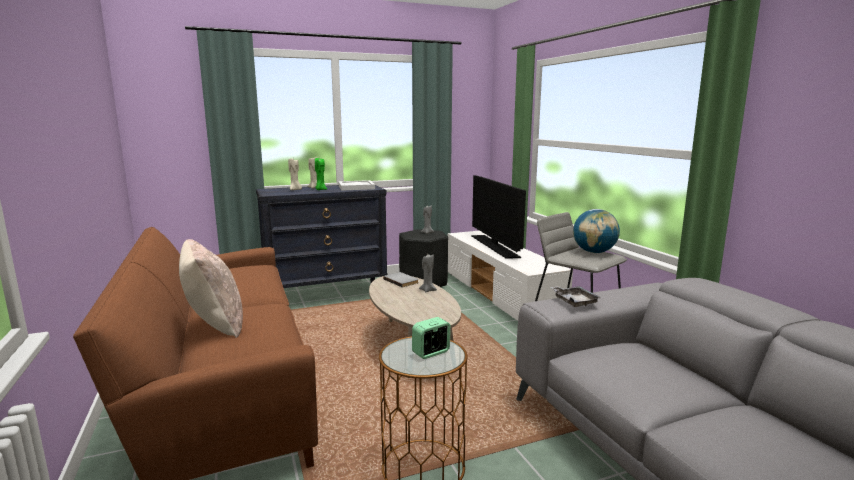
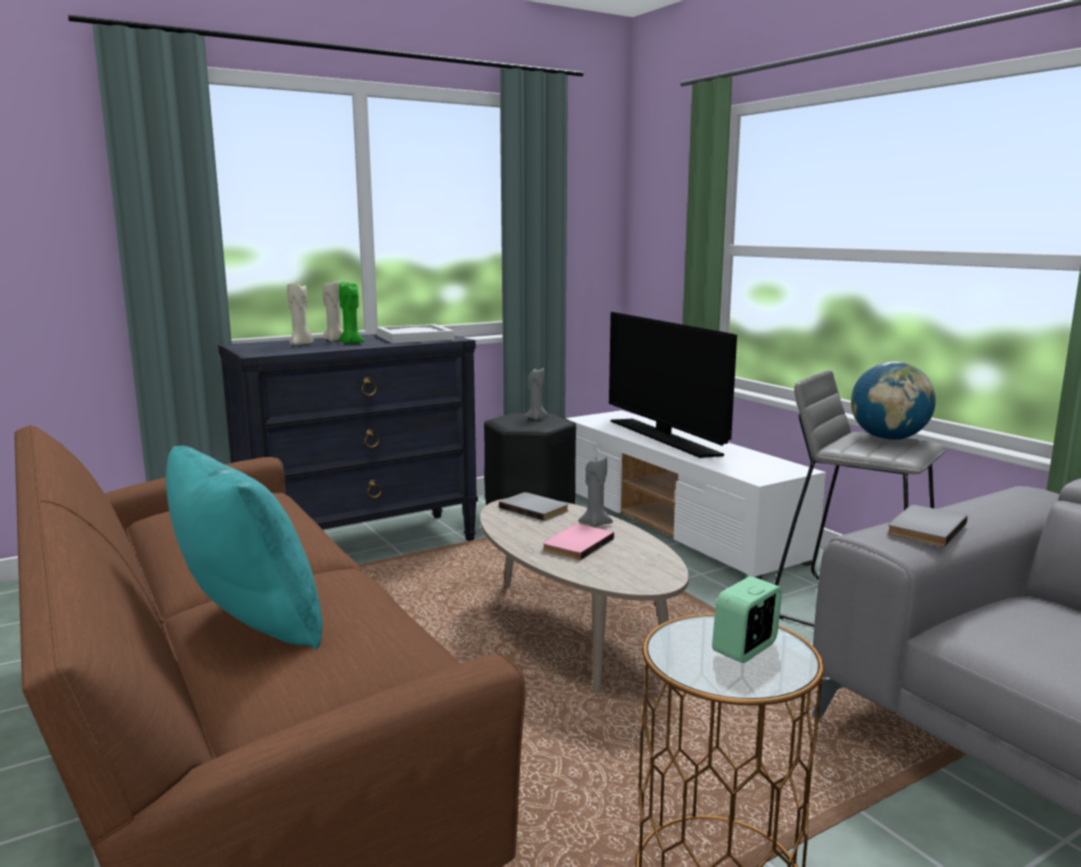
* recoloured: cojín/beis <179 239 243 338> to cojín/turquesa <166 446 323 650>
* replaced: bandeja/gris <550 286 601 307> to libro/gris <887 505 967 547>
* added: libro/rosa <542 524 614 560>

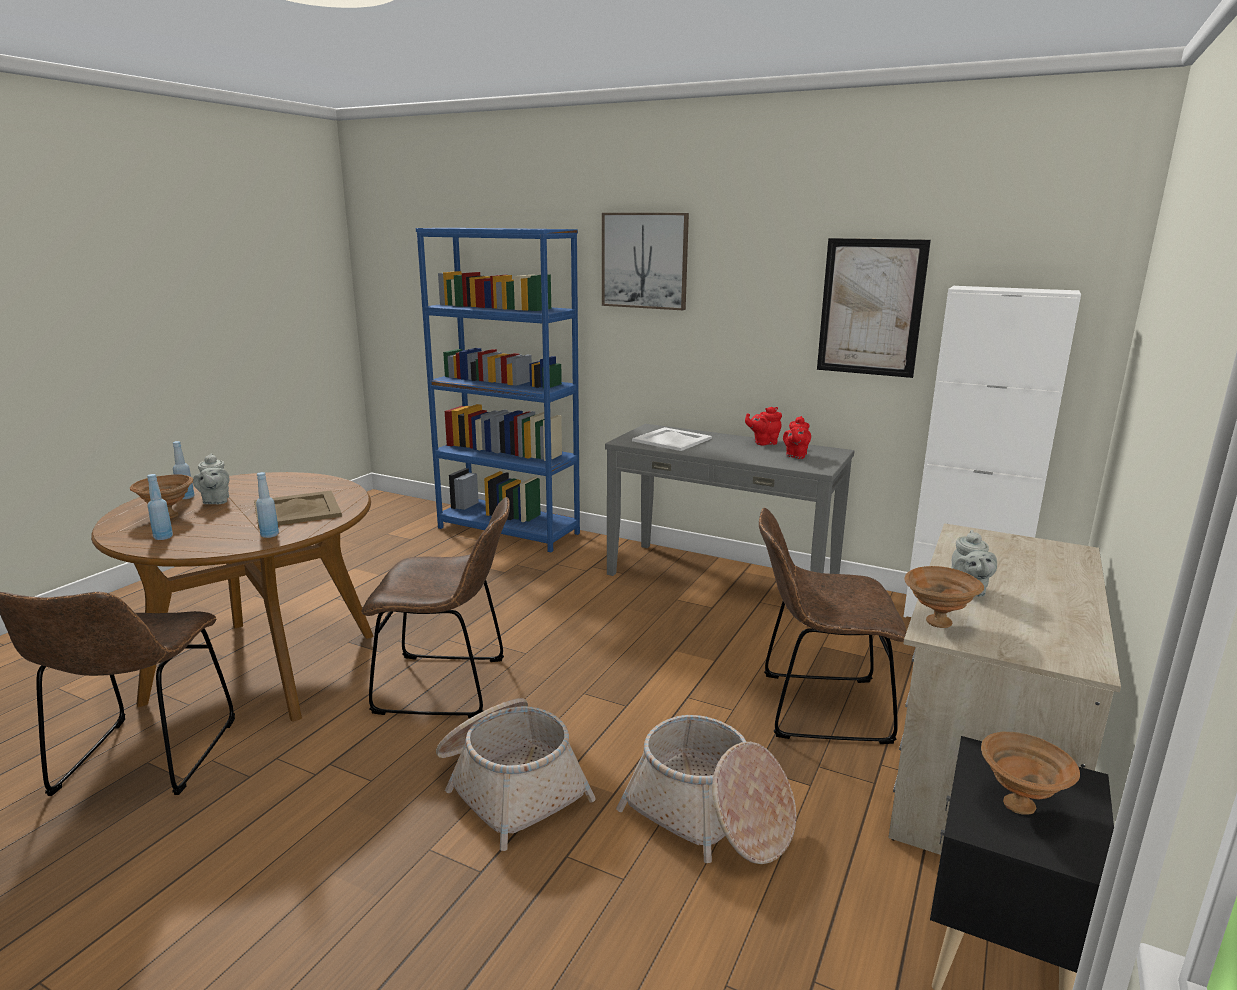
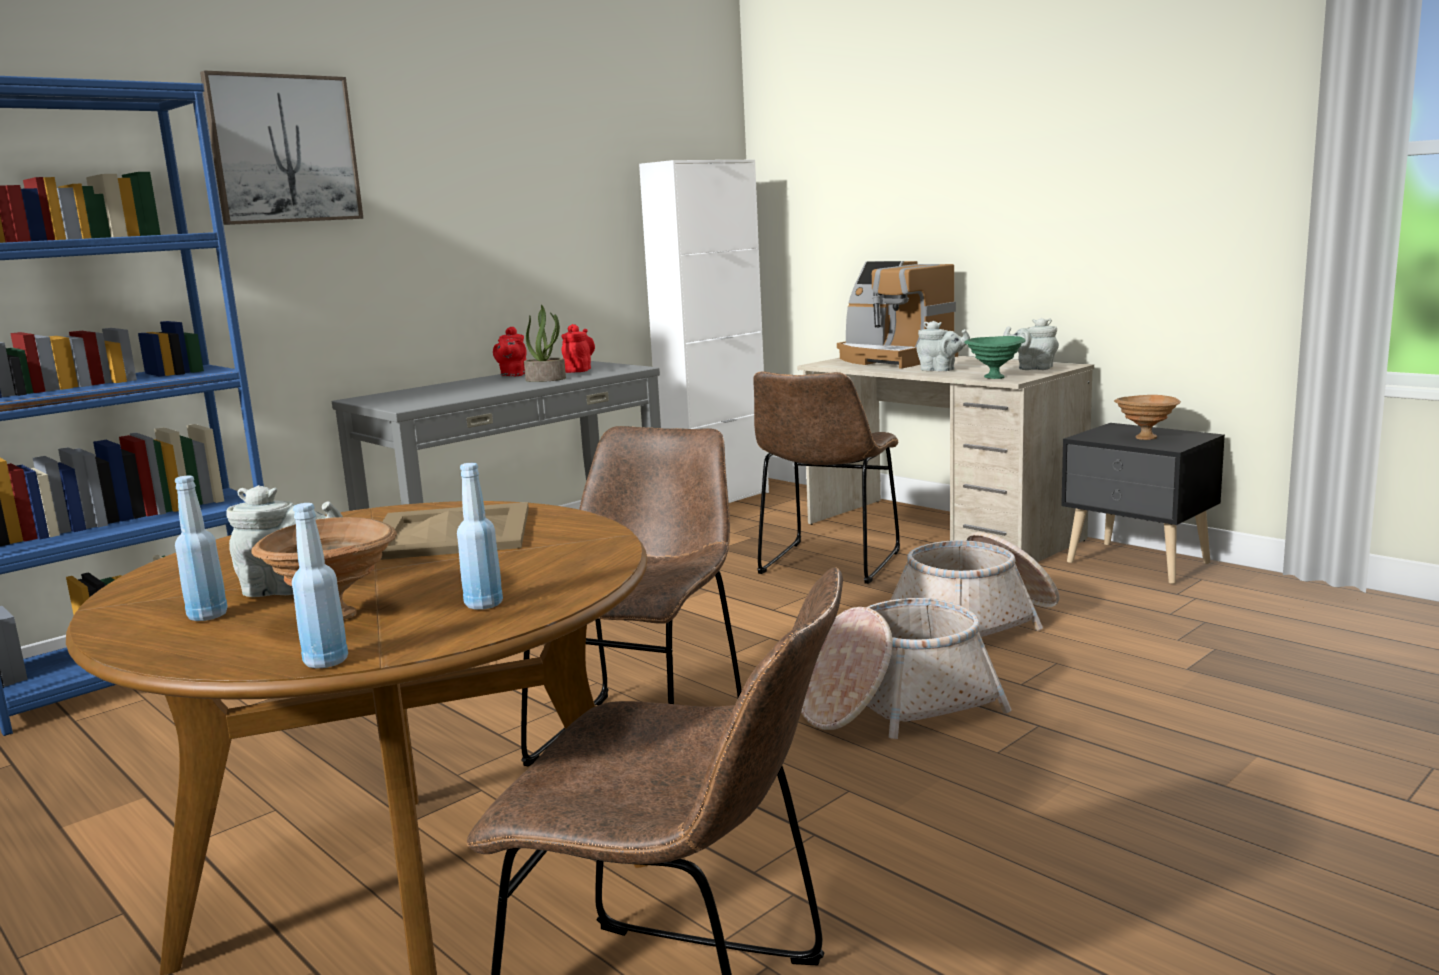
* moved: botella/azul <256 472 279 538> to <292 503 348 669>
* removed: bandeja/blanco <632 427 712 451>
* turned: tetera/rojo <783 416 811 459> = <561 324 595 373> 120 degrees counterclockwise
* removed: cuadro <817 238 931 378>
* recoloured: cuenco/marrón <905 566 984 628> to cuenco/verde <964 336 1026 379>
* added: planta en maceta <524 305 566 382>
* added: cafetera <837 261 958 369>
* added: tetera/gris <1003 318 1059 370>

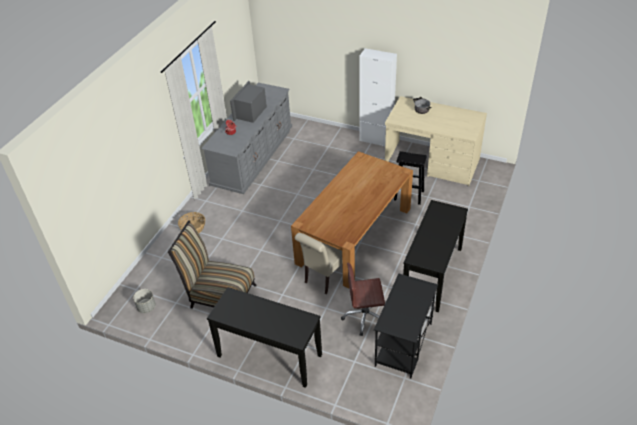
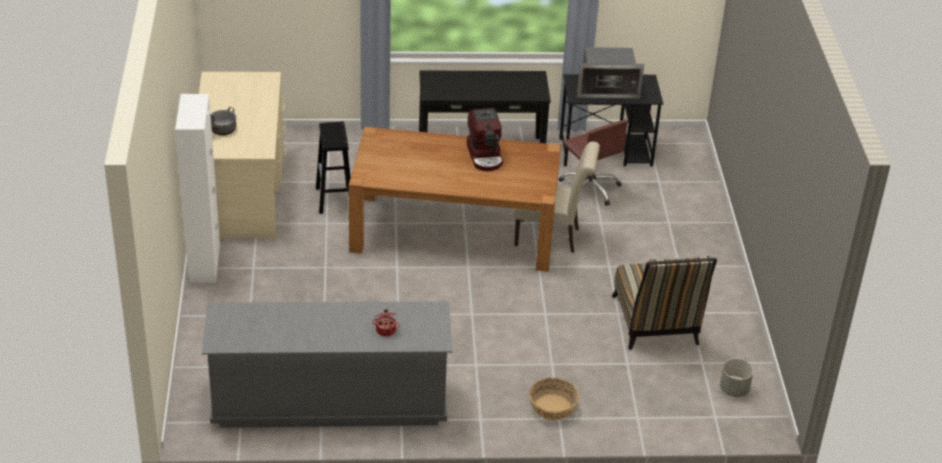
* removed: mesa consola/negro <207 287 322 388>
* moved: microondas <230 81 267 123> to <577 47 644 99>
* added: cafetera <467 108 503 171>

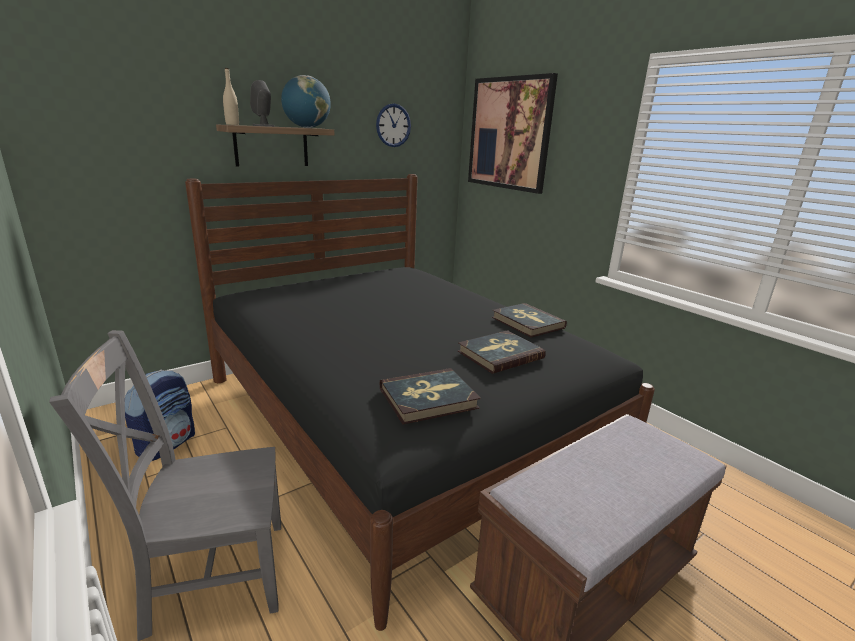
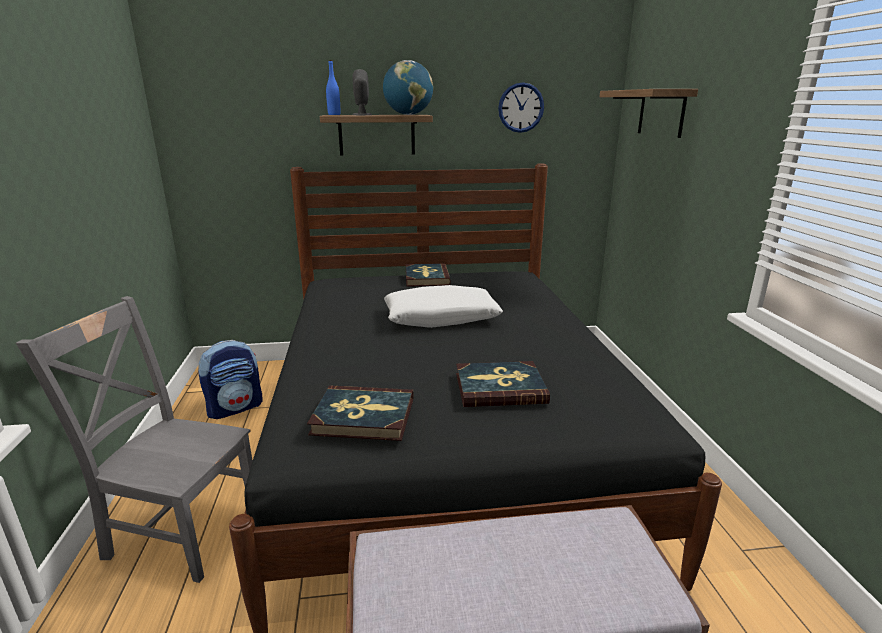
* recoloured: botella/beis <223 68 239 125> to botella/azul <326 60 340 115>
* replaced: cuadro <468 73 558 194> to estante <599 89 698 138>
* moved: libro <492 303 567 338> to <406 263 451 287>
* added: cojín/blanco <384 285 503 328>

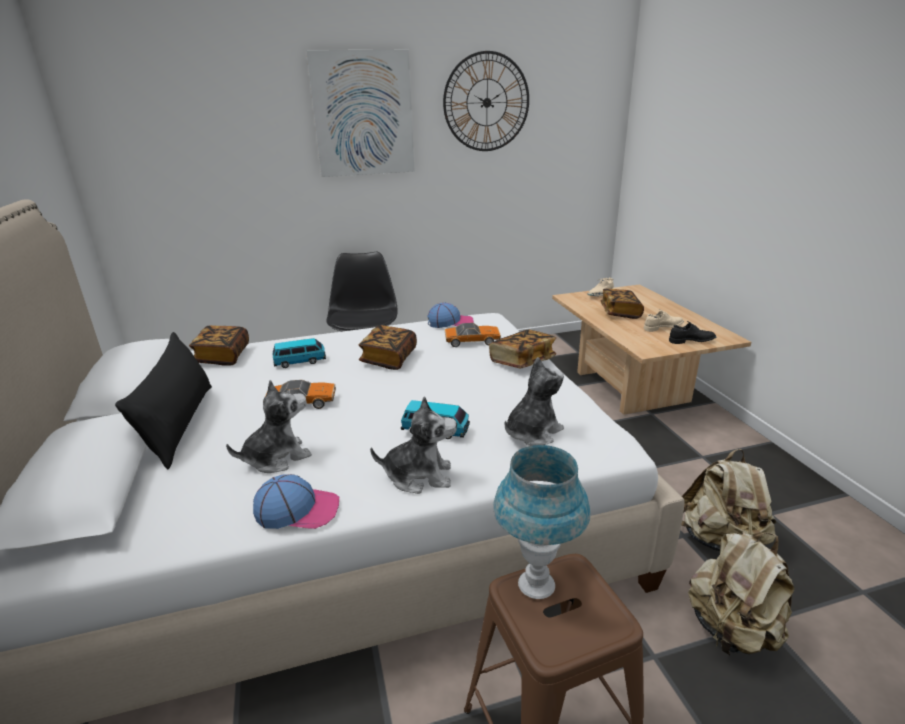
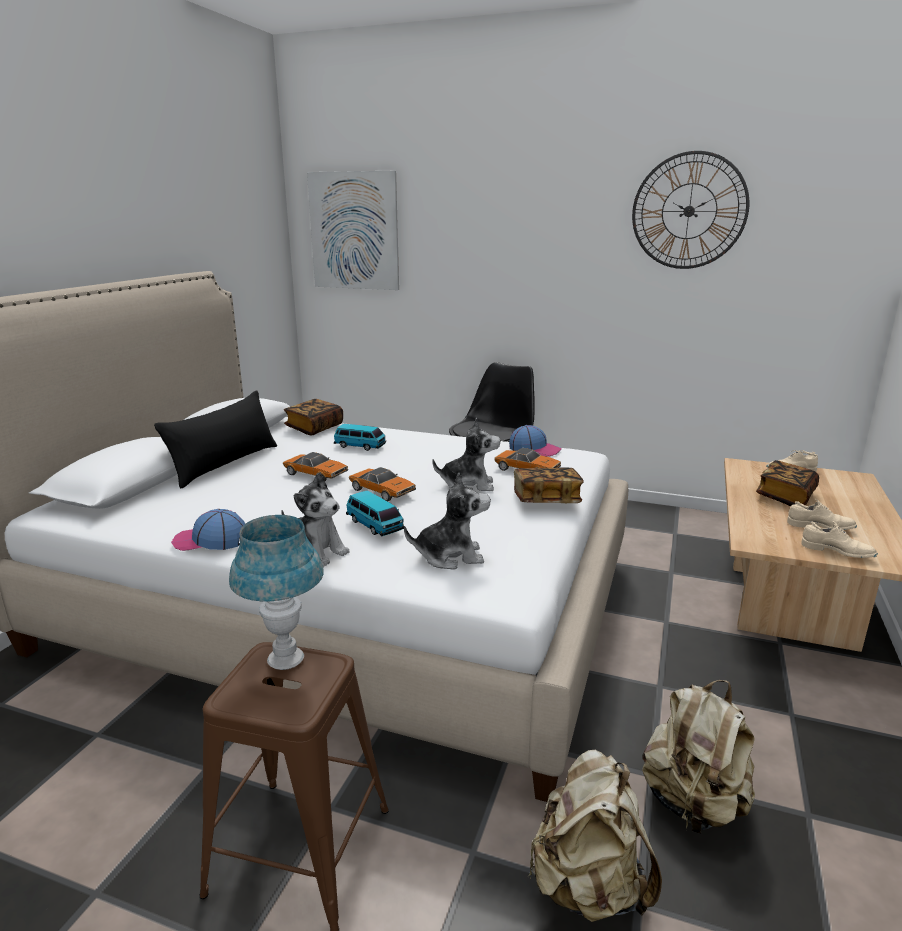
* moved: peluche <226 380 312 473> to <432 418 501 491>
* turned: gorra <253 474 339 529> = <171 509 245 551> 150 degrees clockwise
* moved: cuadro <306 50 415 177> to <307 171 399 290>
* removed: libro <359 325 417 370>
* recoloured: zapato/negro <669 321 716 344> to zapato/beis <801 521 878 558>
* added: coche de juguete <349 467 416 501>

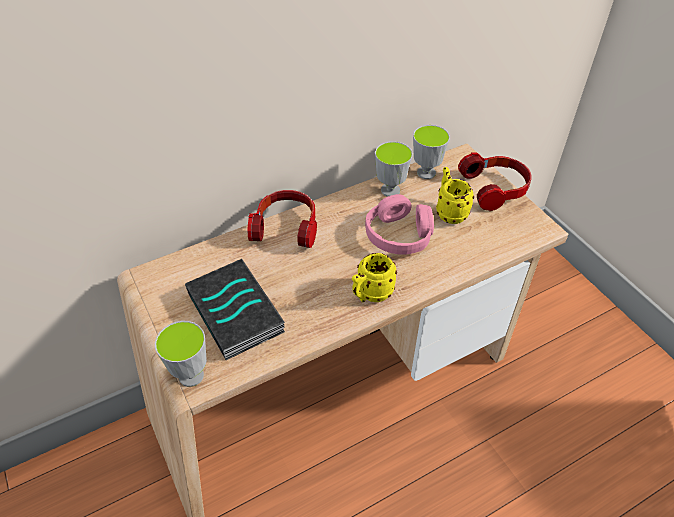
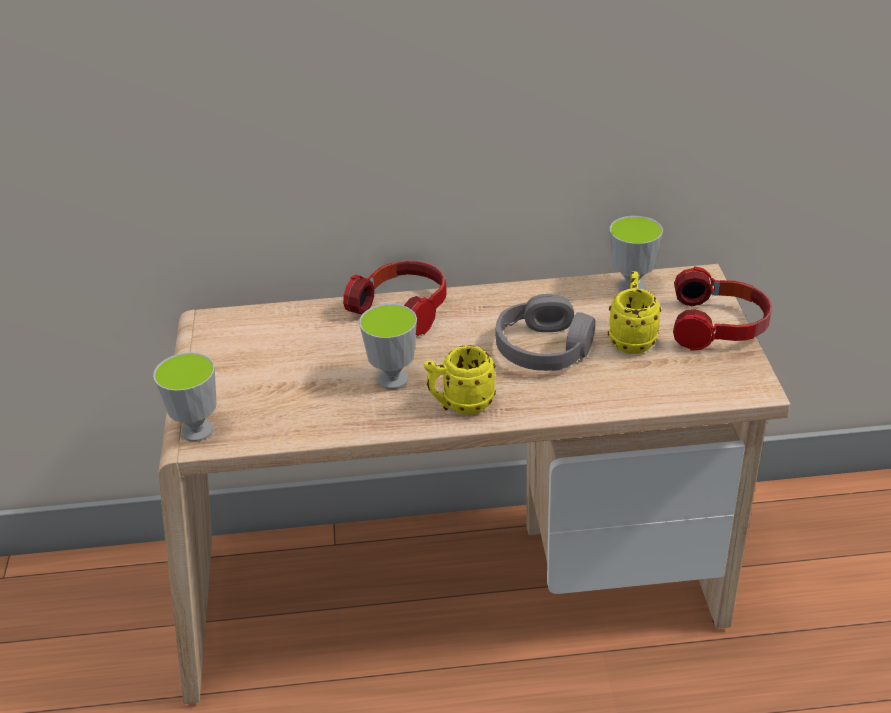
* removed: libro <185 259 285 360>
* recoloured: auriculares/rosa <365 194 434 255> to auriculares/gris <495 294 595 371>
* moved: taza <375 141 413 197> to <359 304 417 389>

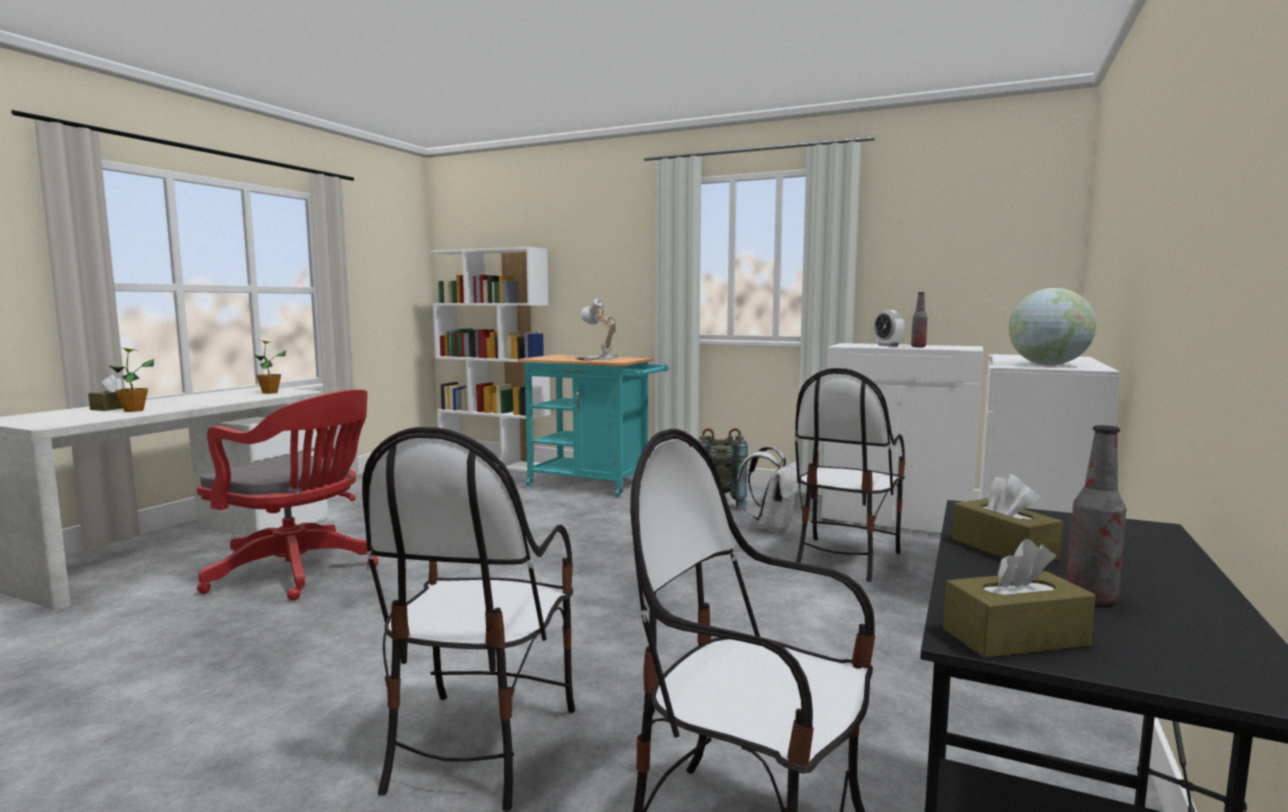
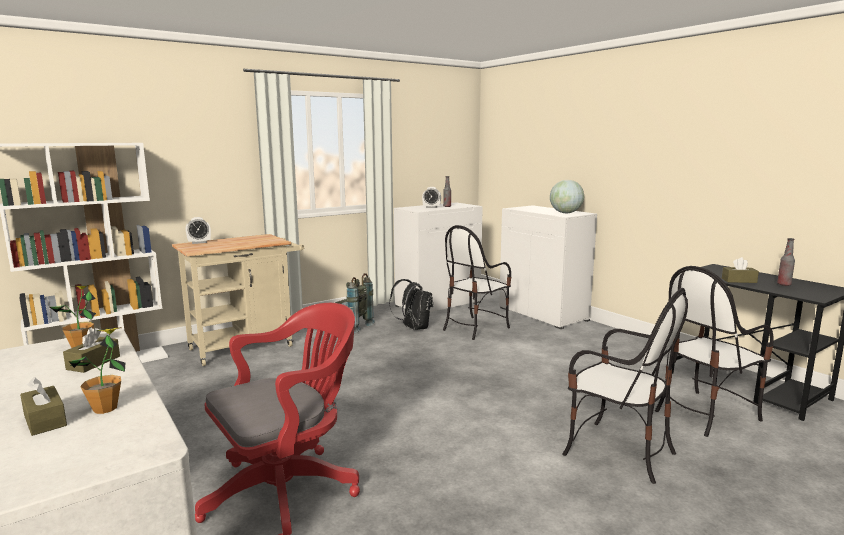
* recoloured: carrito/turquesa <517 355 668 497> to carrito/beis <172 234 304 366>
* removed: lámpara de mesa <575 299 619 361>
* recoloured: mochila/blanco <735 446 799 534> to mochila/negro <389 279 433 330>
* turned: silla <795 368 905 582> = <443 225 511 340> 75 degrees clockwise
* moved: caja de pañuelos/marrón <943 539 1096 658> to <63 328 120 373>
* added: despertador <186 217 211 244>

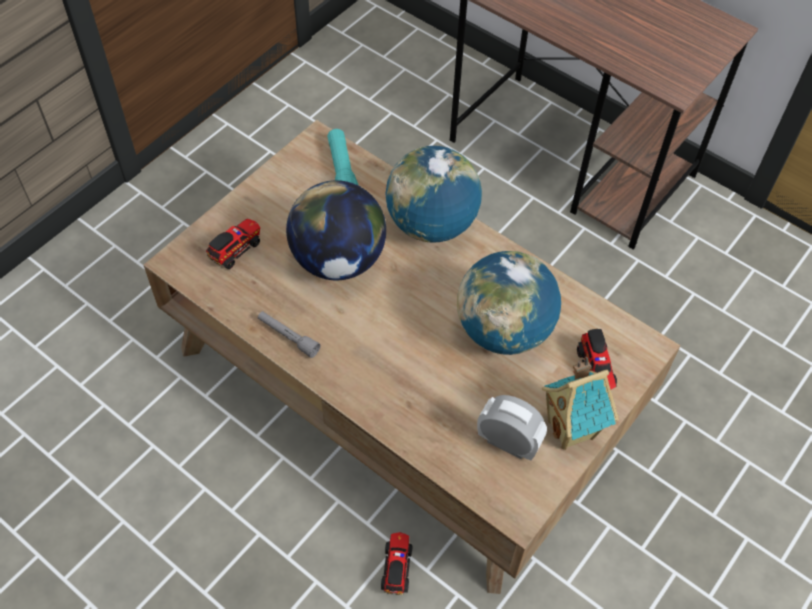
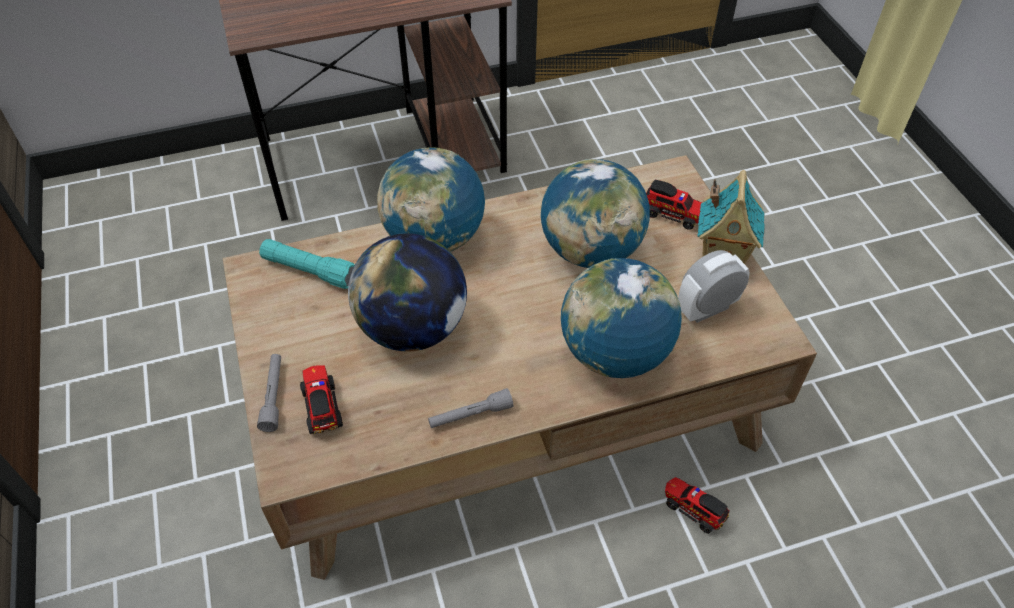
* added: linterna/gris <257 354 281 432>
* added: globo terráqueo <561 258 682 378>

